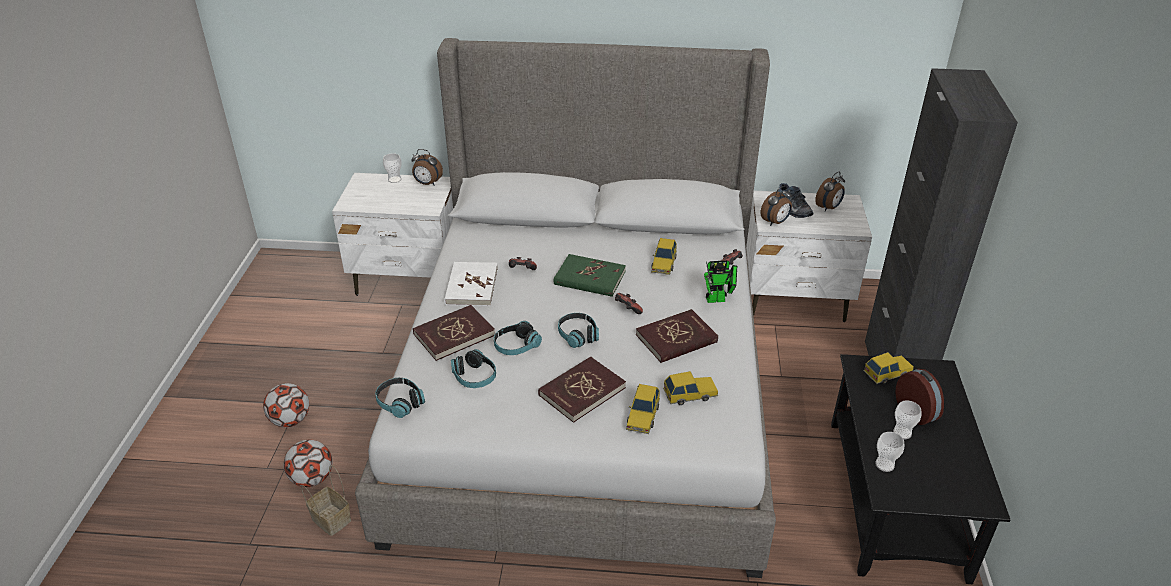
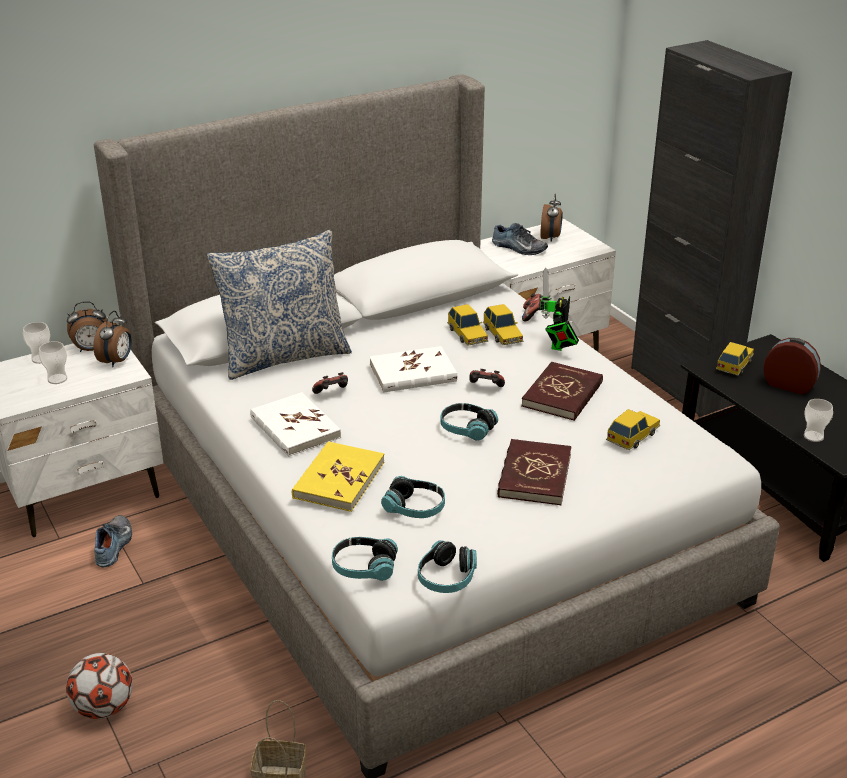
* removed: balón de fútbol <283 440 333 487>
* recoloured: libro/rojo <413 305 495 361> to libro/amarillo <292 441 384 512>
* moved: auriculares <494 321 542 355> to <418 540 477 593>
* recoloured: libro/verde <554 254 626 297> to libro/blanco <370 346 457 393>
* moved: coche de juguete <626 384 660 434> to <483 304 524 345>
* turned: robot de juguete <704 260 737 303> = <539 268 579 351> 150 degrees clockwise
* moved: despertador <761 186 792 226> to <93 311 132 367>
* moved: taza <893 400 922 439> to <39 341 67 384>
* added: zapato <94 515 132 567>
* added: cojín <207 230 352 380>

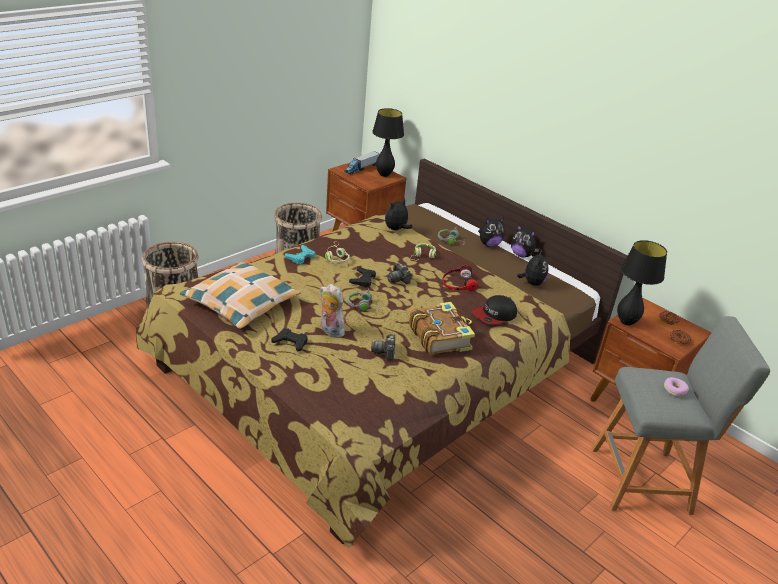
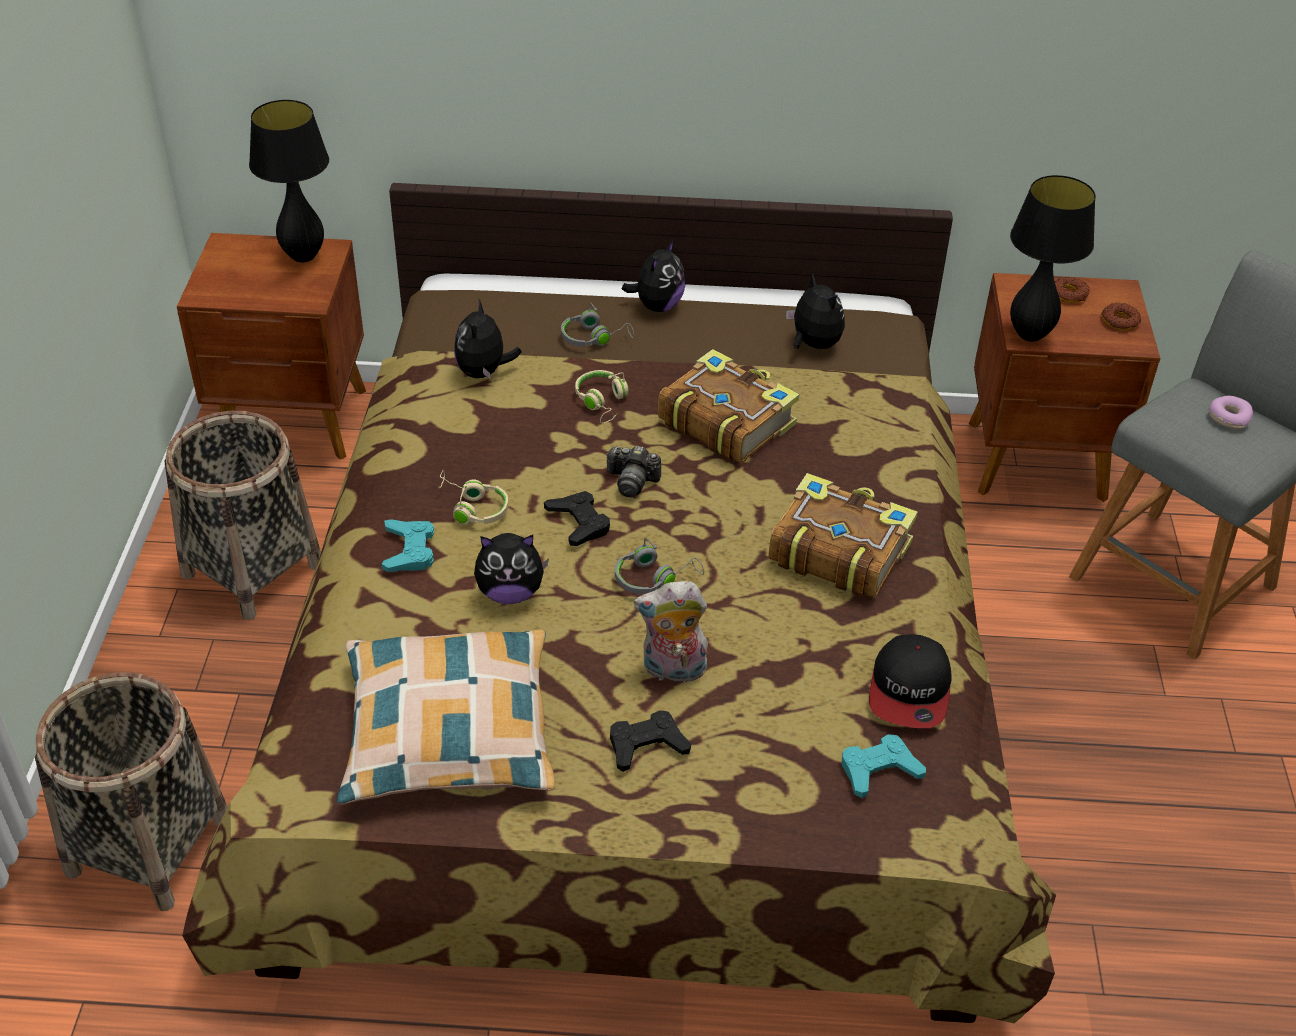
* removed: camión de juguete <344 151 380 174>
* removed: cámara <371 334 395 361>
* replaced: auriculares <442 265 478 291> to libro <658 349 799 463>
* moved: gorra <472 295 517 325> to <869 634 952 728>
* moved: peluche <511 224 540 257> to <474 533 549 604>
* added: mando de consola/turquesa <842 734 926 798>

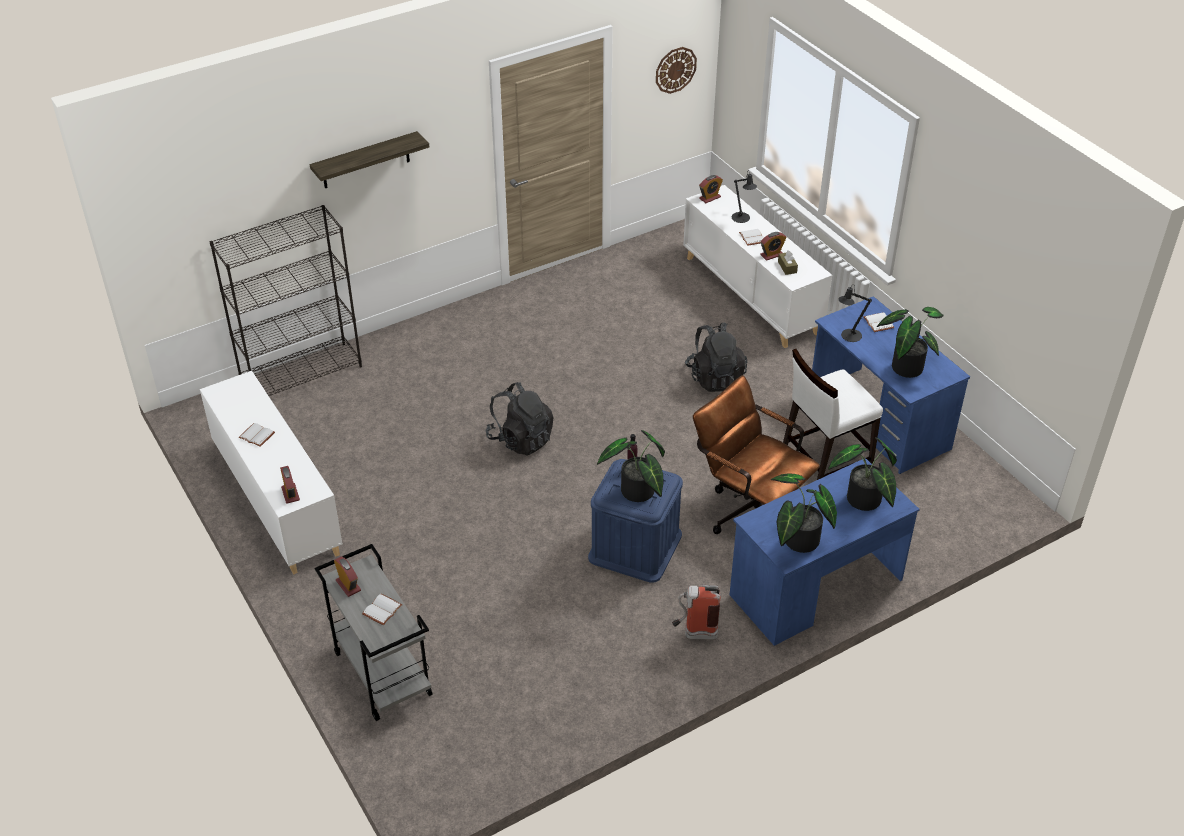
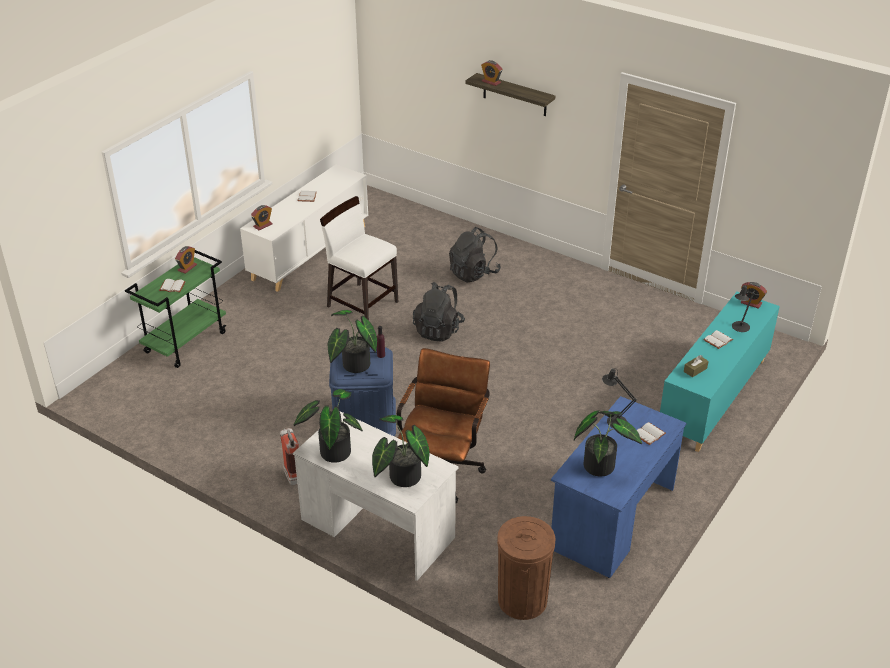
* removed: estantería/negro <210 205 362 396>
* recoloured: carrito/gris <315 544 433 721> to carrito/verde <125 250 226 368>
* removed: reloj de pared <656 47 697 94>
* recoloured: armario/blanco <683 185 832 348> to armario/turquesa <660 292 780 452>
* moved: mochila/negro <685 323 747 392> to <449 227 501 283>
* recoloured: escritorio/azul <730 458 920 646> to escritorio/blanco <293 411 459 581>
* moved: despertador <760 232 787 261> to <481 60 502 86>
* moved: silla/blanco <783 349 883 480> to <320 196 398 320>
* added: papelera/marrón <497 516 555 620>

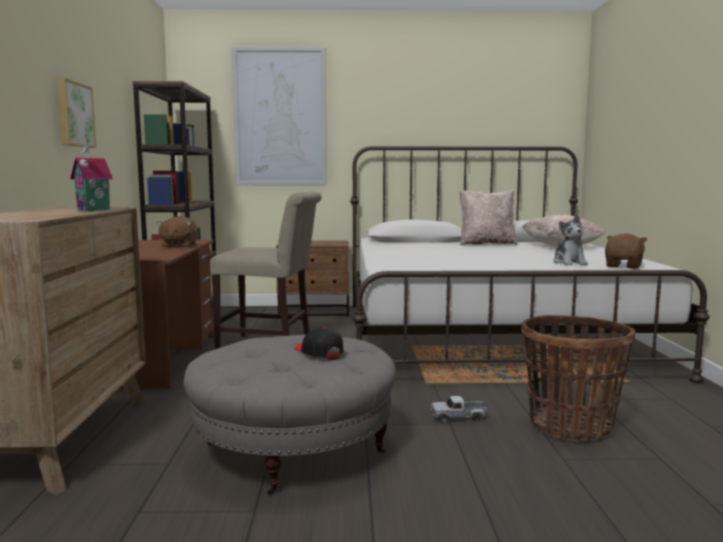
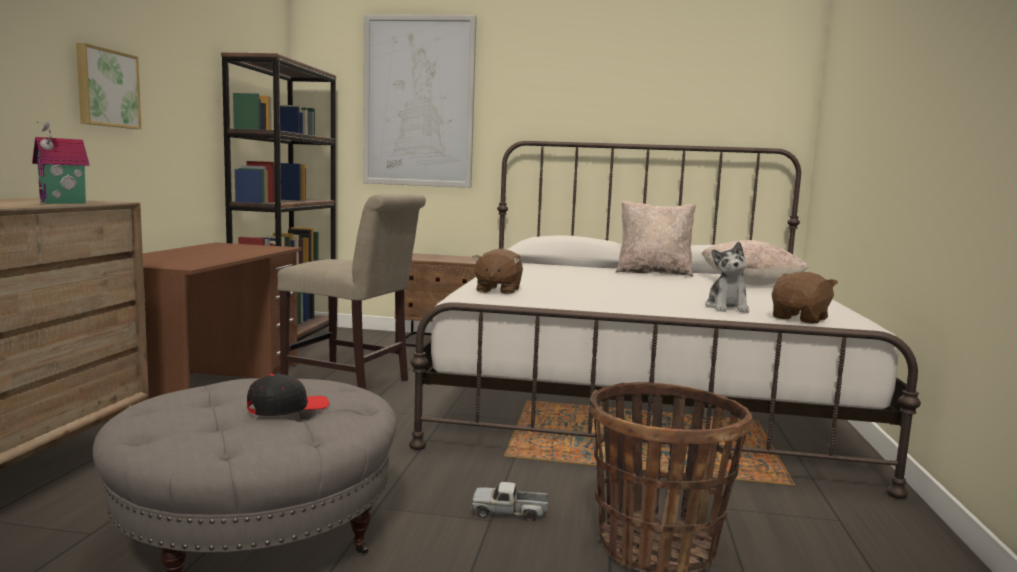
* moved: peluche/marrón <156 216 197 248> to <472 249 523 294>
* turned: gorra/negro <294 327 343 358> = <247 374 329 416> 75 degrees clockwise

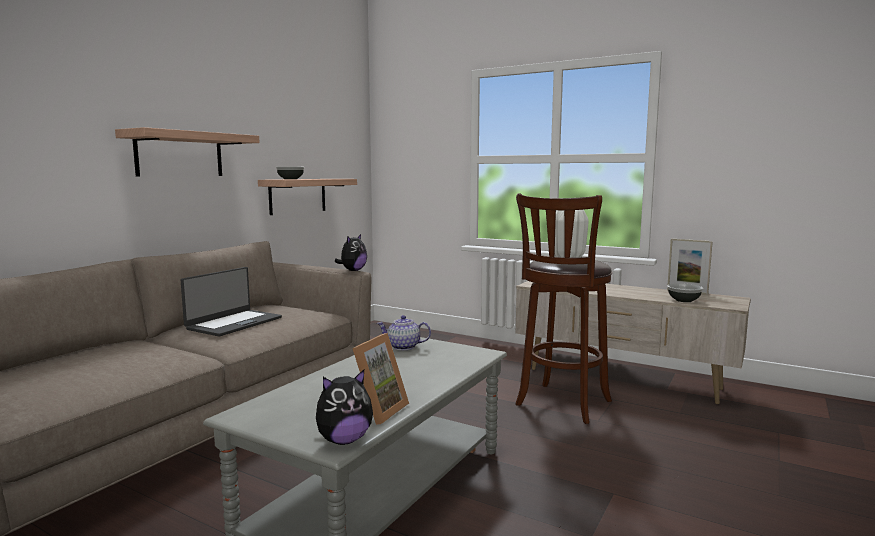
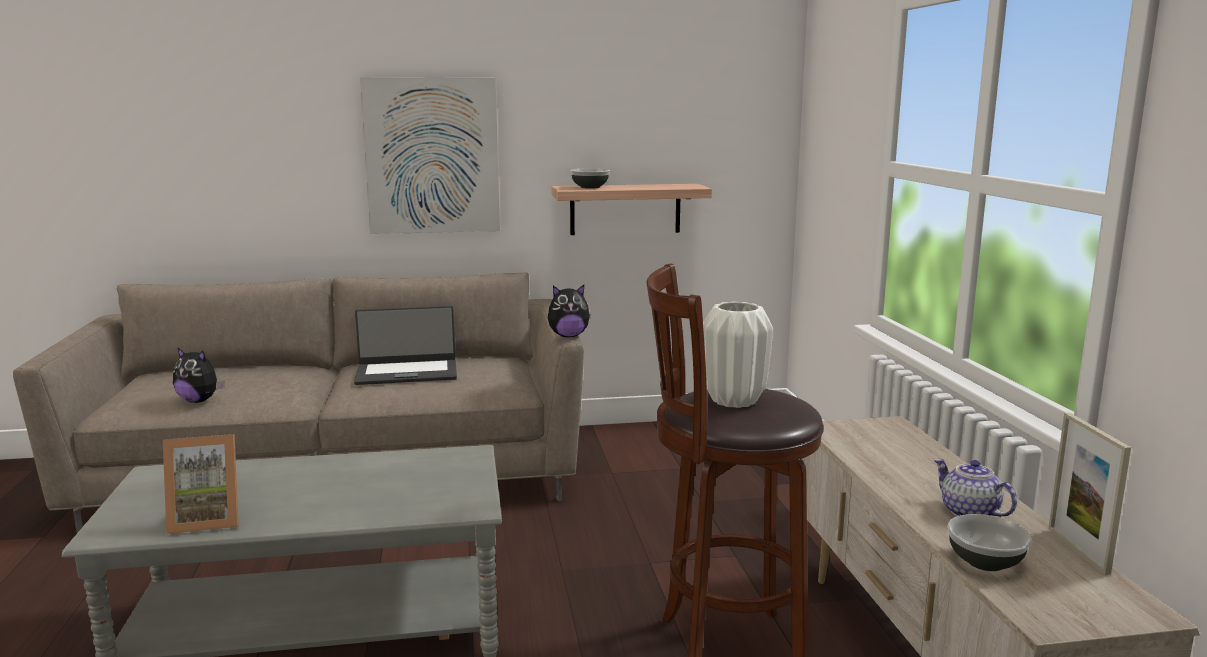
* replaced: estante <115 127 260 176> to cuadro <360 77 500 234>
* moved: peluche <316 370 373 445> to <173 347 225 403>
* moved: tetera <377 315 431 350> to <934 459 1017 516>

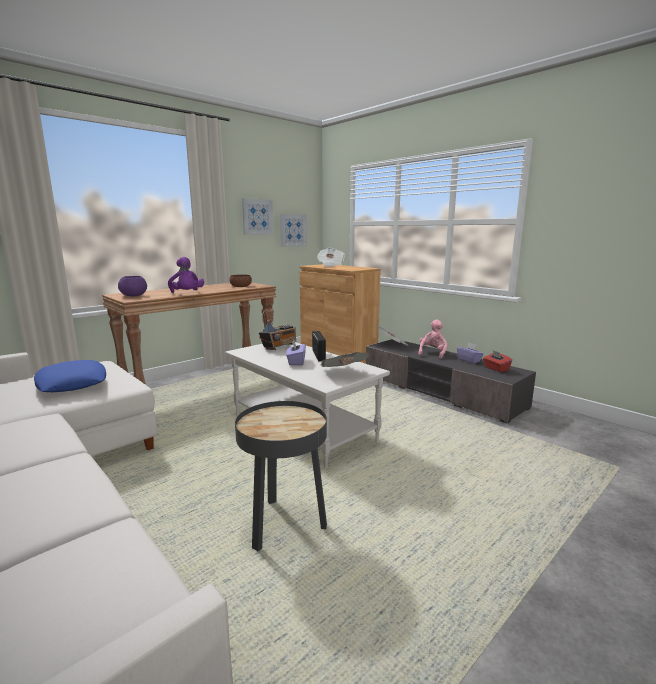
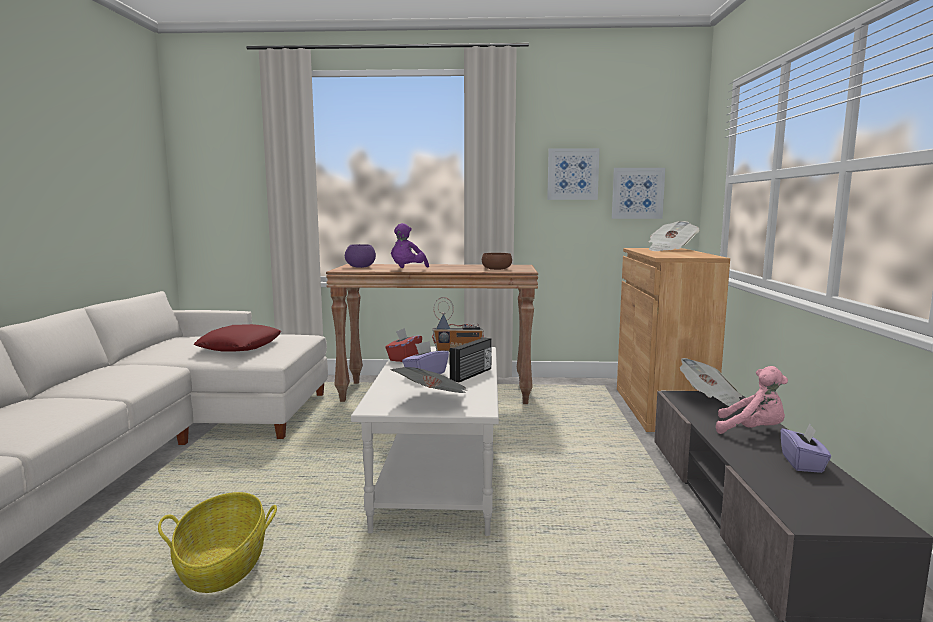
* recoloured: cojín/azul <34 360 106 392> to cojín/rojo <193 324 281 352>
* replaced: mesa auxiliar/negro <235 401 327 552> to cesta <158 492 277 593>
* turned: peluche/rosa <418 319 448 359> = <716 366 788 434> 45 degrees clockwise
* moved: caja de pañuelos/rojo <483 350 512 372> to <385 328 422 362>

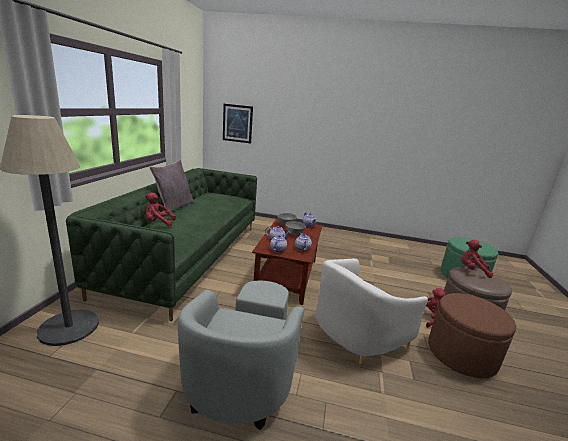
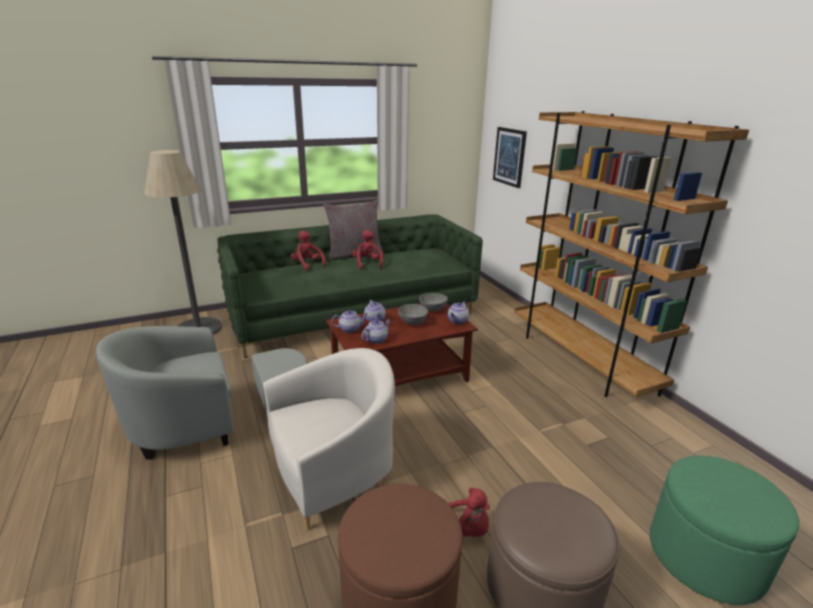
* turned: sillón/blanco <316 259 428 364> = <263 348 395 530> 135 degrees clockwise
* moved: peluche/rojo <461 240 493 278> to <352 230 384 269>
* added: estantería/marrón <515 111 749 397>

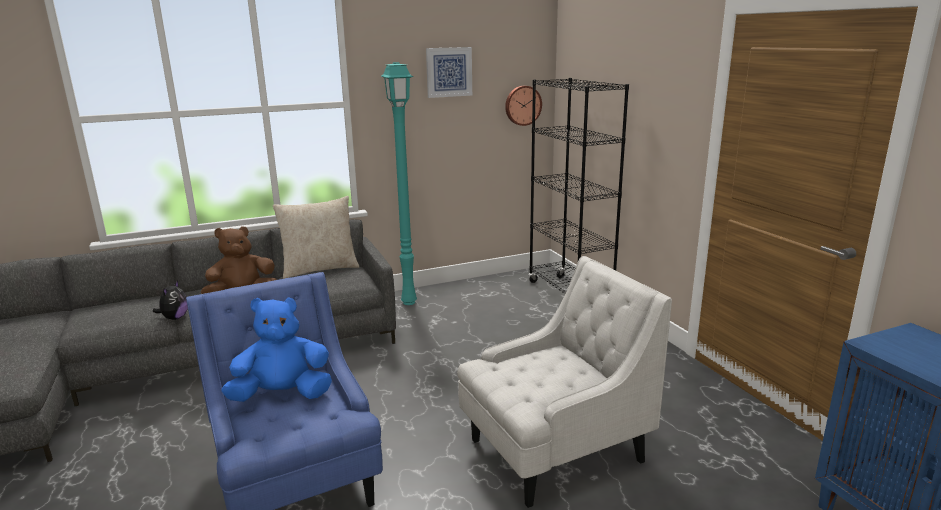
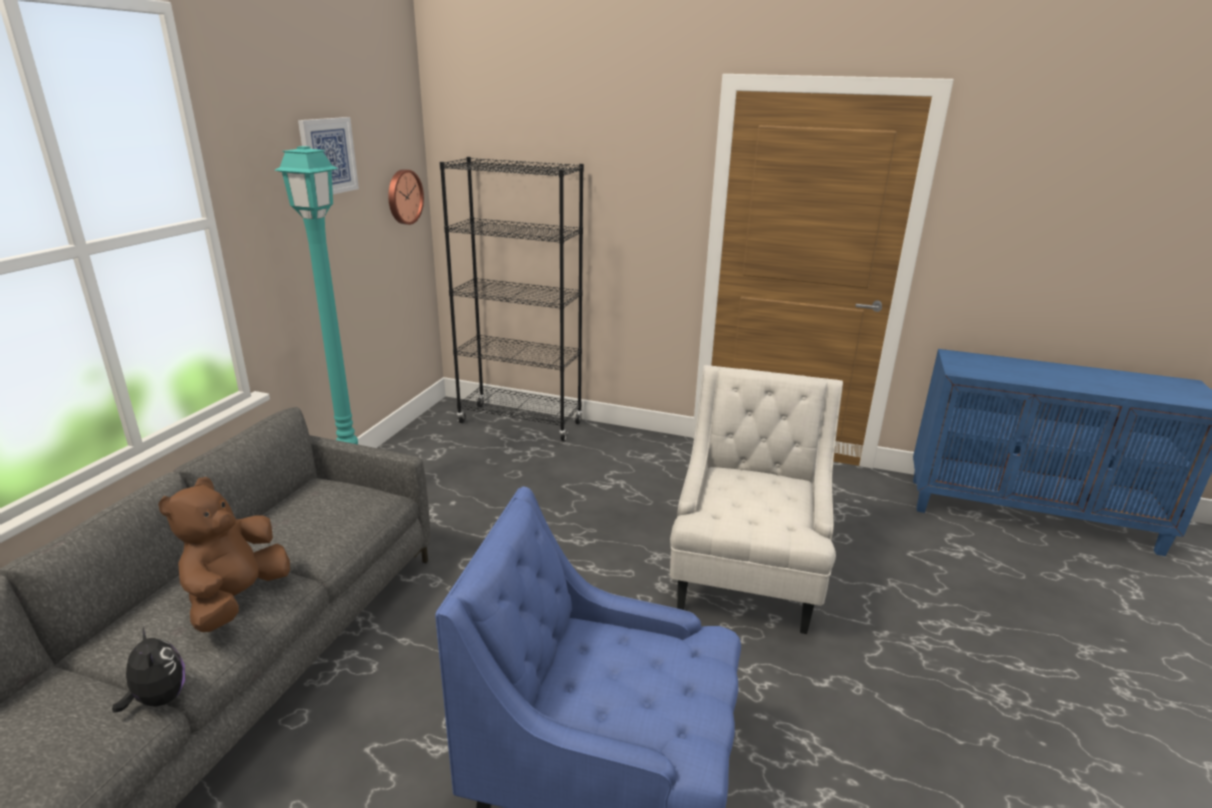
* removed: peluche/azul <221 297 332 402>
* removed: cojín/beis <273 196 359 279>

